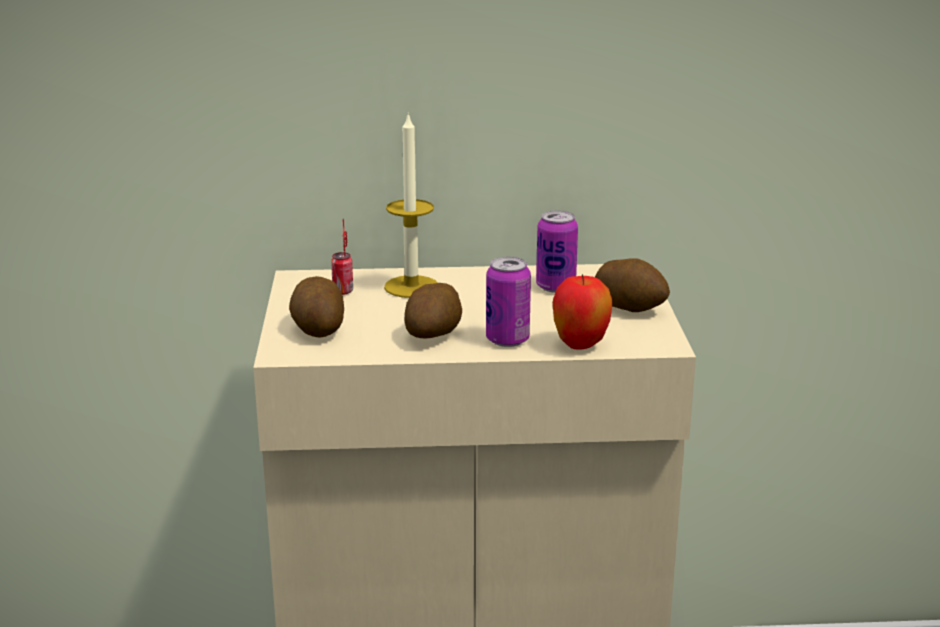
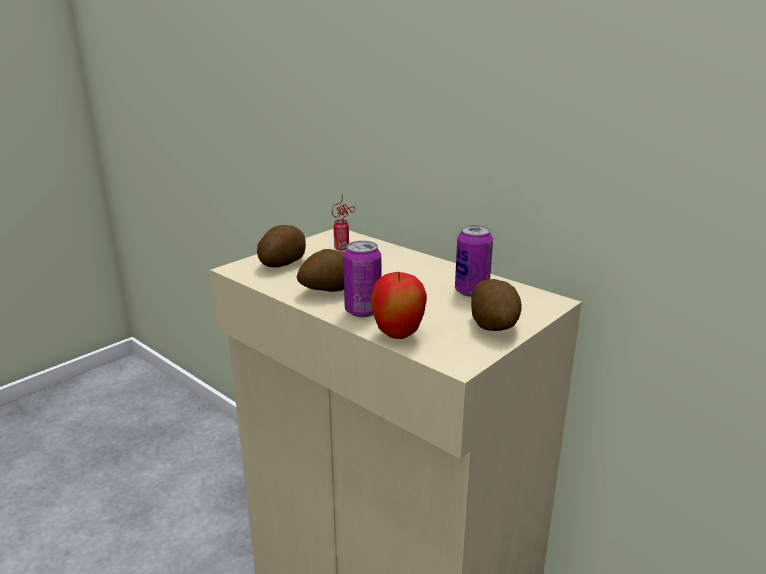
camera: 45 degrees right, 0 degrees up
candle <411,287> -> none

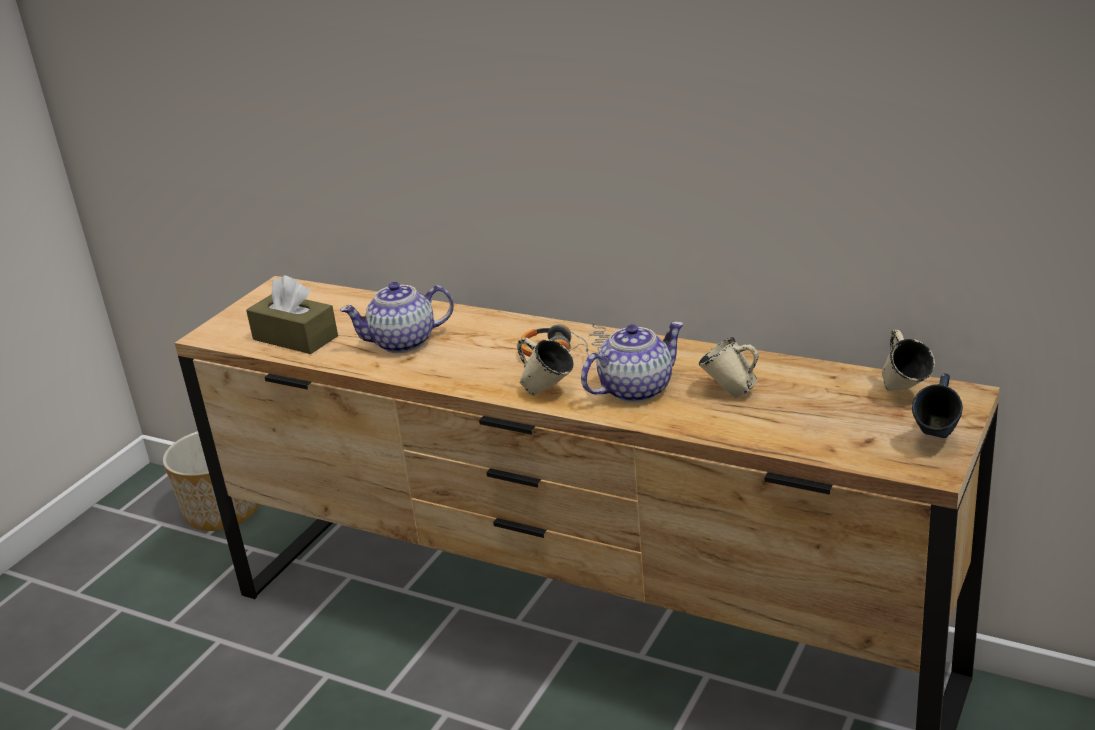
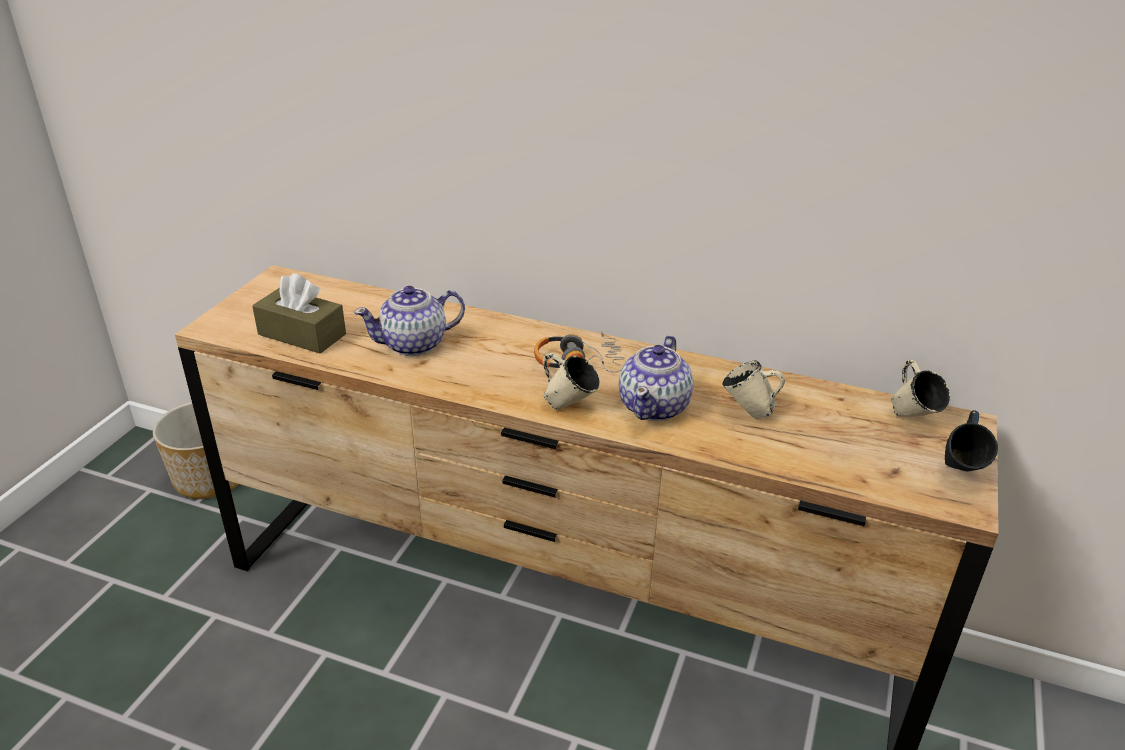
camera: 10 degrees left, 5 degrees up
teapot <634,390> -> teapot <655,406>, 150 degrees clockwise

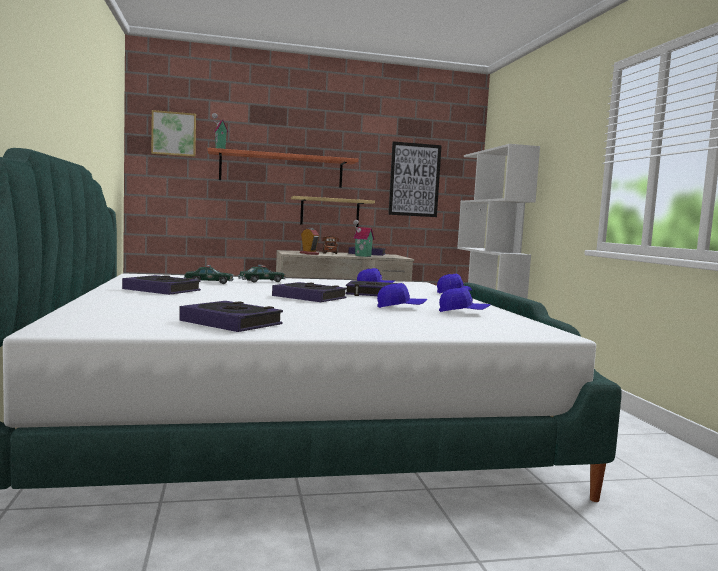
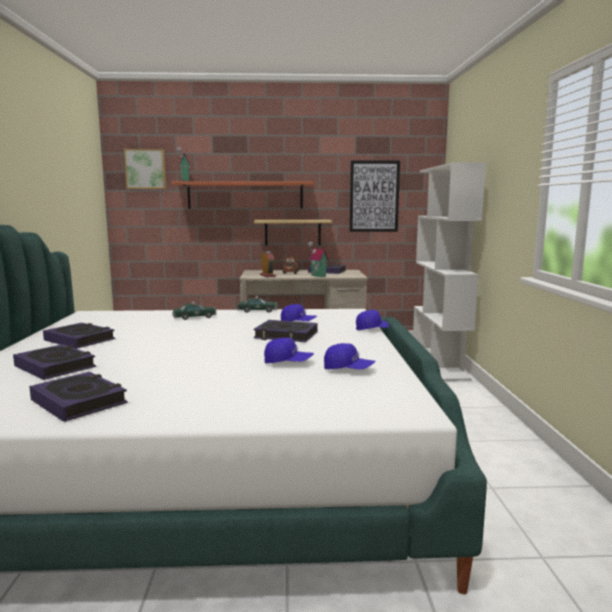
camera: 10 degrees right, 5 degrees up
toy car <209,282> -> toy car <257,311>, shifted
book <309,297> -> book <55,367>, shifted

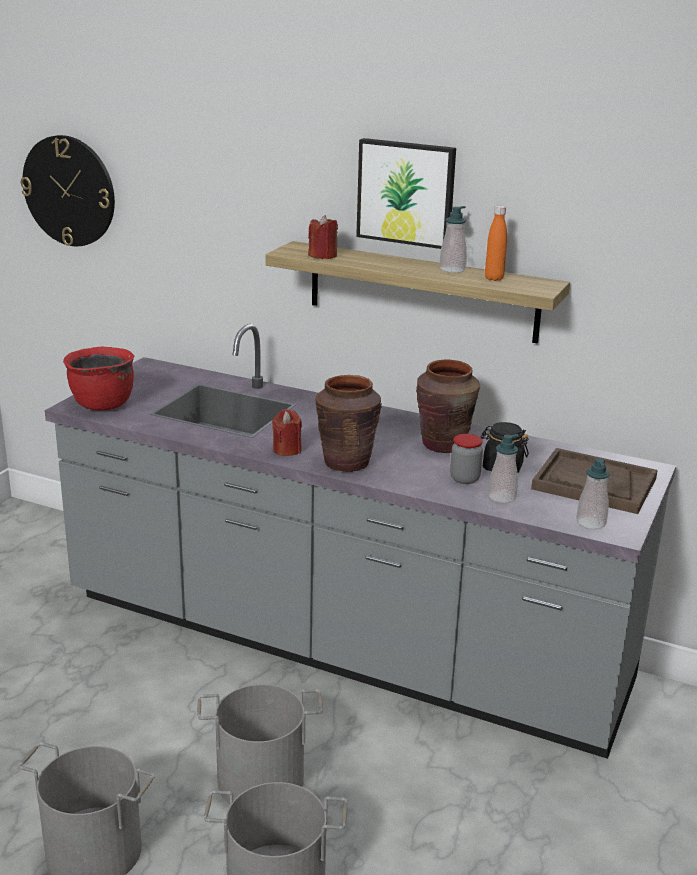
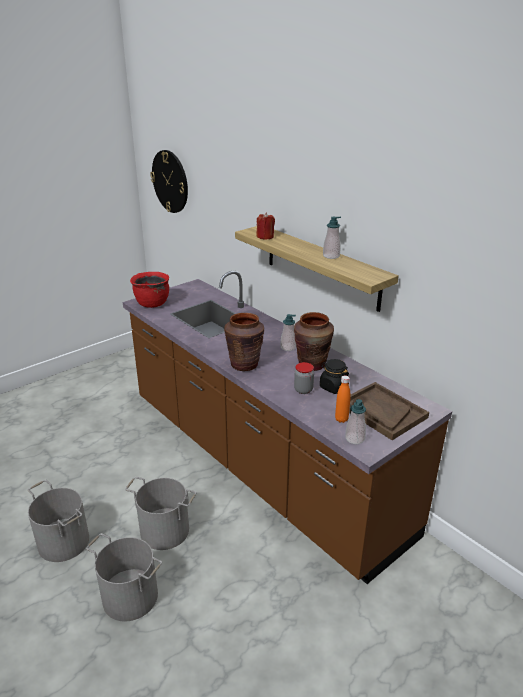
camera: 25 degrees right, 5 degrees up
candle in red <287,450> -> none
picture <406,192> -> none
bottle in orange <494,278> -> bottle in orange <341,419>, shifted
soap dispenser <502,497> -> soap dispenser <288,347>, shifted
counter in grey <342,643> -> counter in brown <260,463>

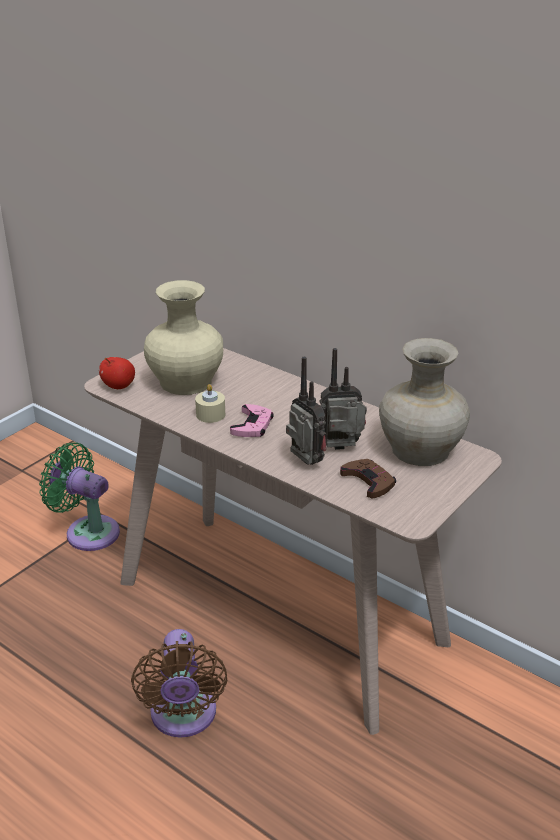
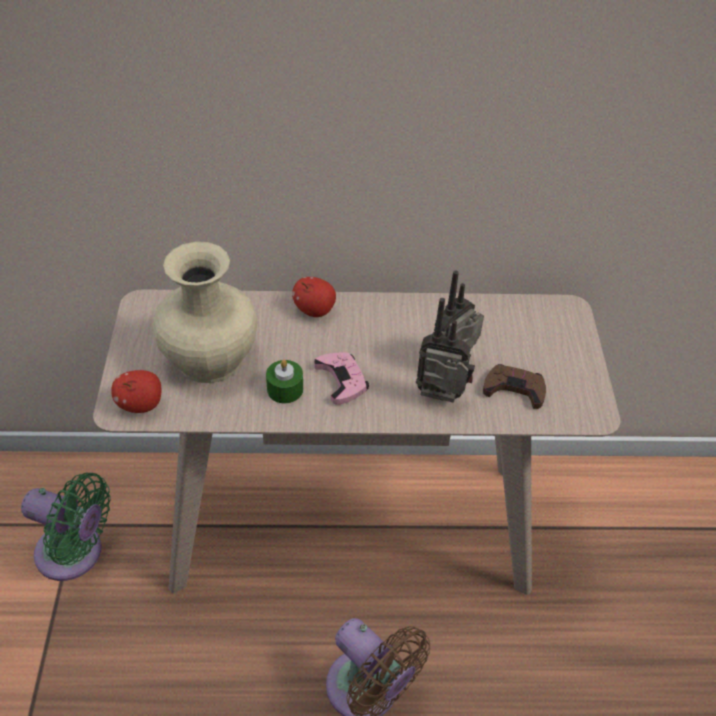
camera: 40 degrees left, 15 degrees up
vase in beige <421,449> -> none
none -> apple <314,310>
candle in beige <210,414> -> candle in green <285,389>
fan in green <88,531> -> fan in green <75,554>, 150 degrees counterclockwise

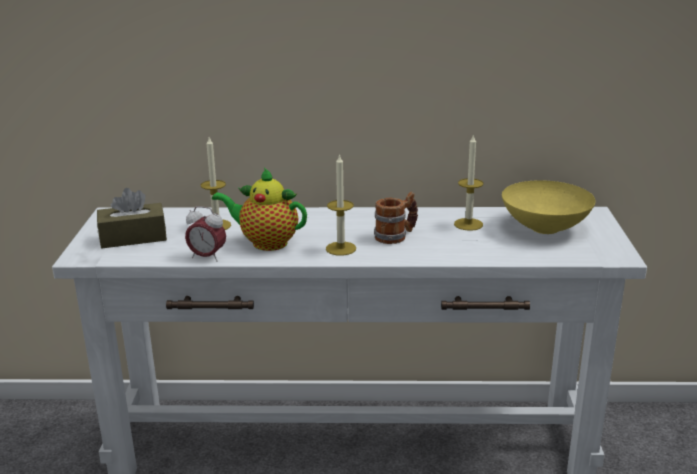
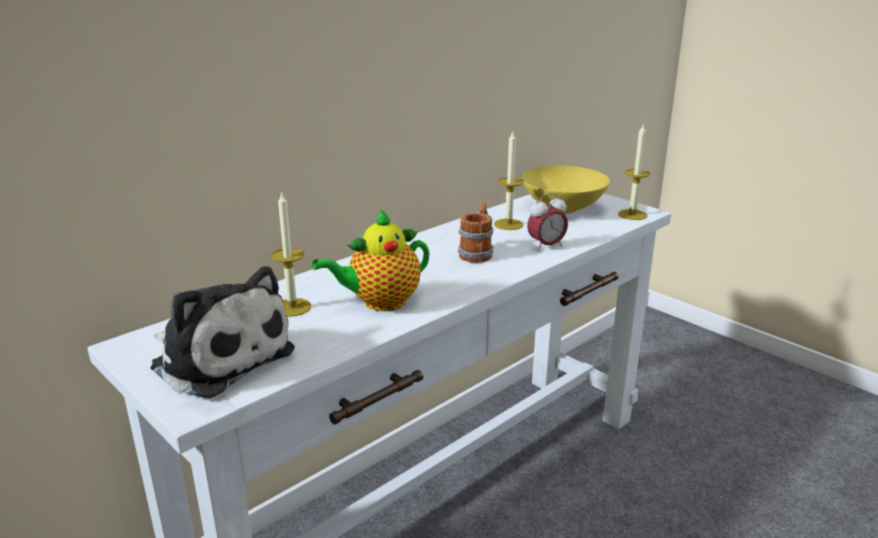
camera: 45 degrees left, 0 degrees up
alarm clock <207,257> -> alarm clock <546,246>, shifted
candle <341,248> -> candle <632,215>, shifted
tissue box in brown <133,237> -> plush toy <219,358>

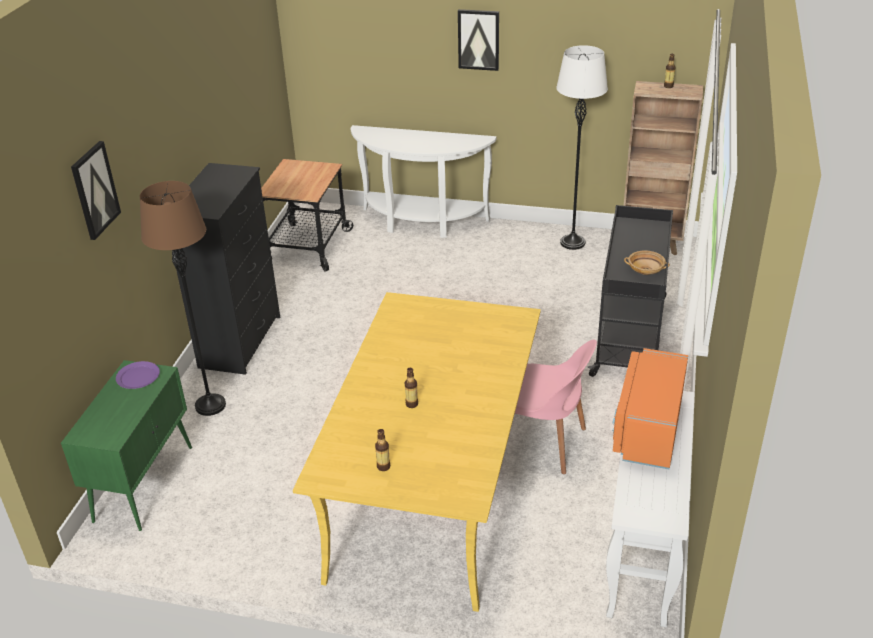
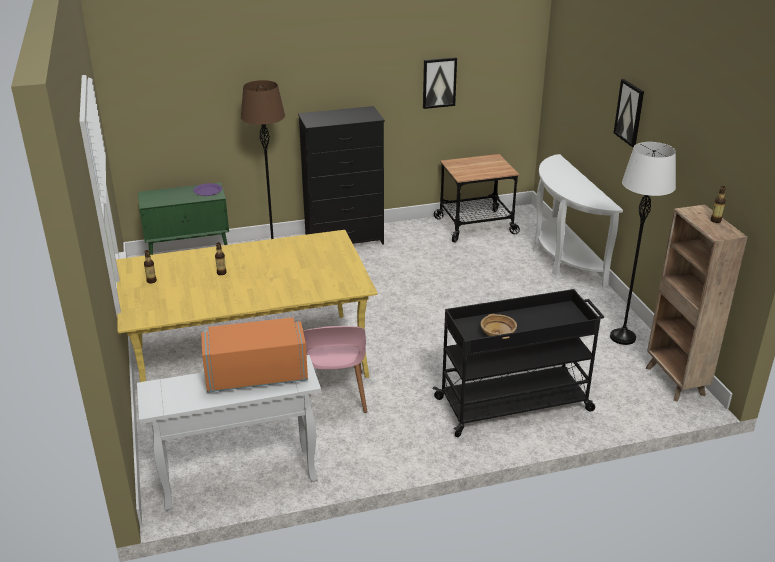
camera: 60 degrees right, 5 degrees down
picture <94,190> -> picture <439,82>, shifted

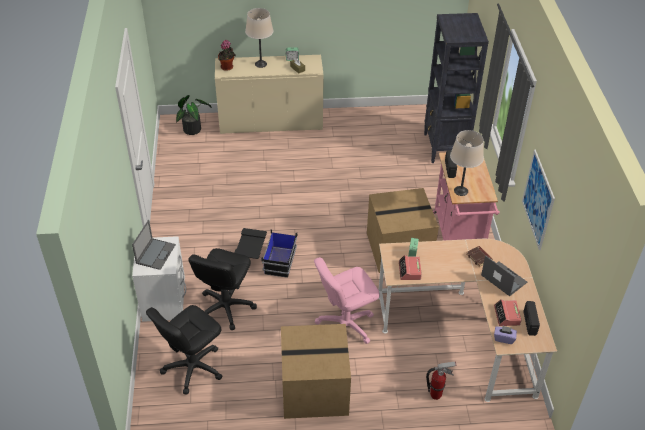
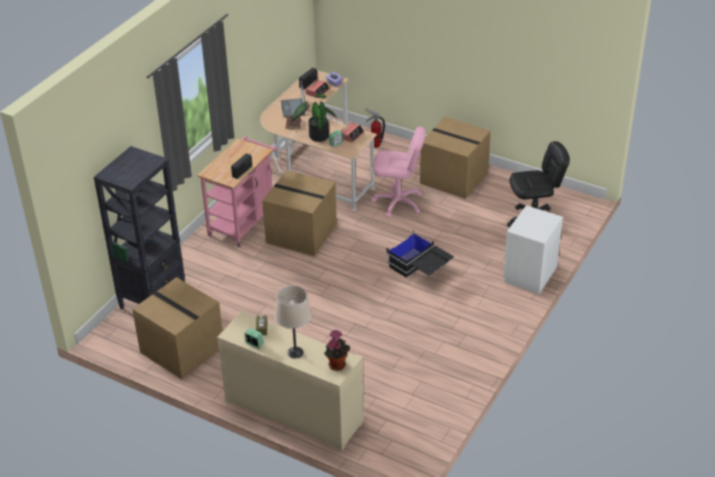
camera: 145 degrees left, 5 degrees down
laptop <156,253> -> none
office chair in black <225,307> -> none
table lamp in beige <461,191> -> none
picture <538,199> -> none
none -> cardboard box <183,349>
potted plant <194,129> -> potted plant <316,135>, shifted

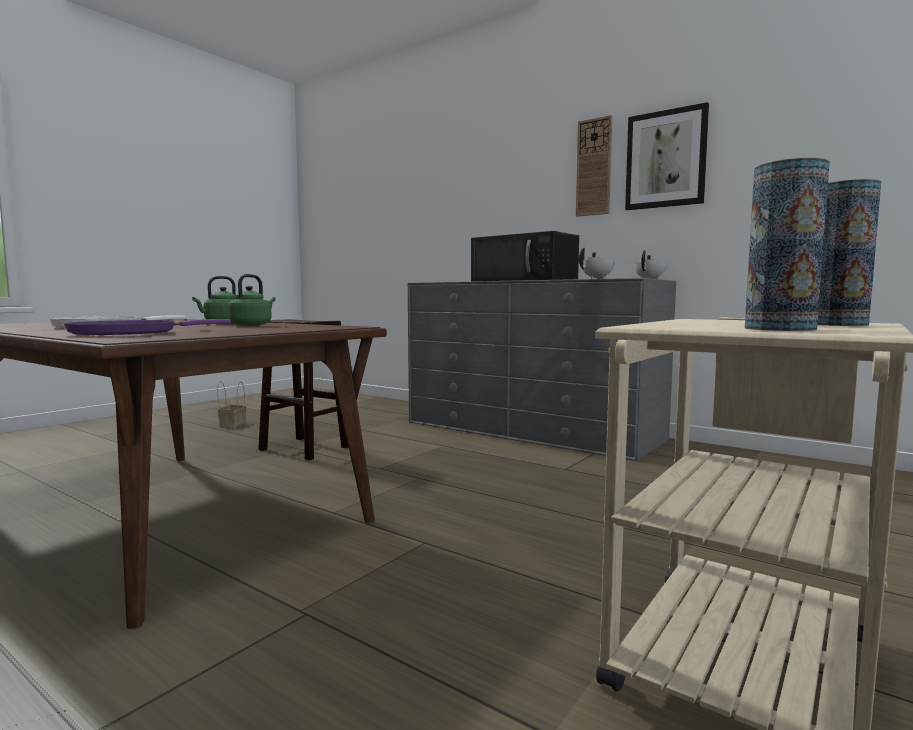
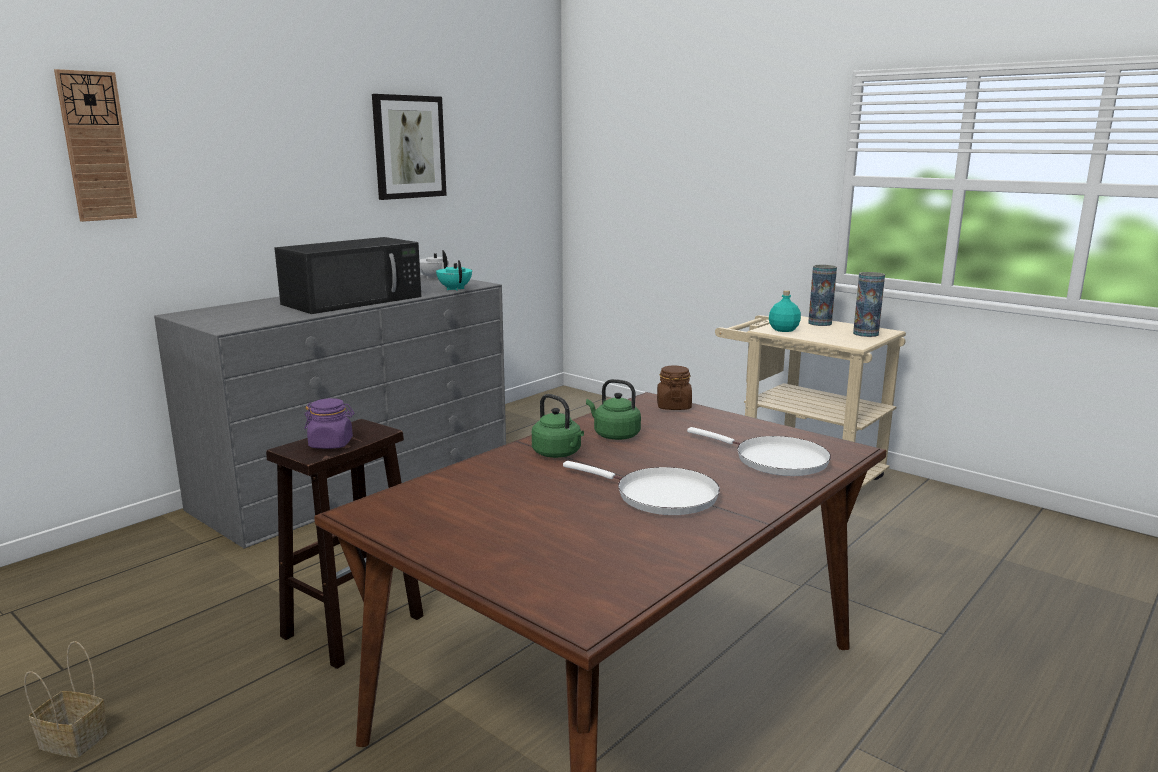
camera: 85 degrees left, 10 degrees up
none -> jar in purple <331,444>
none -> jar in brown <673,406>
none -> bottle in turquoise <783,330>
wall clock <594,167> -> wall clock <96,147>, shifted
frying pan in purple <130,333> -> frying pan in white <775,460>
teapot in white <597,278> -> teapot in turquoise <455,289>

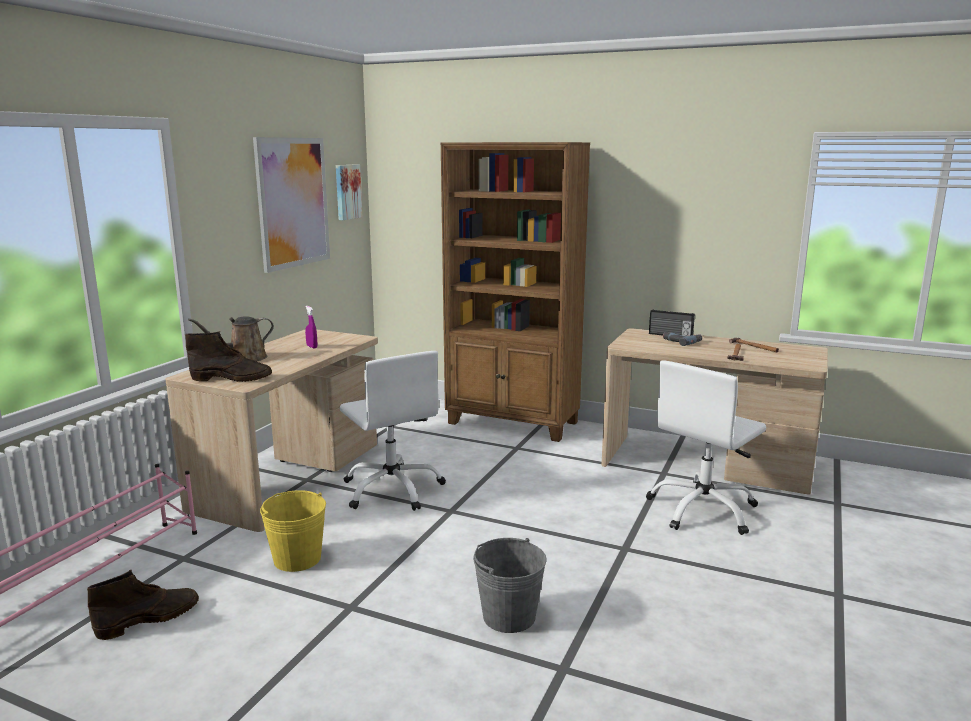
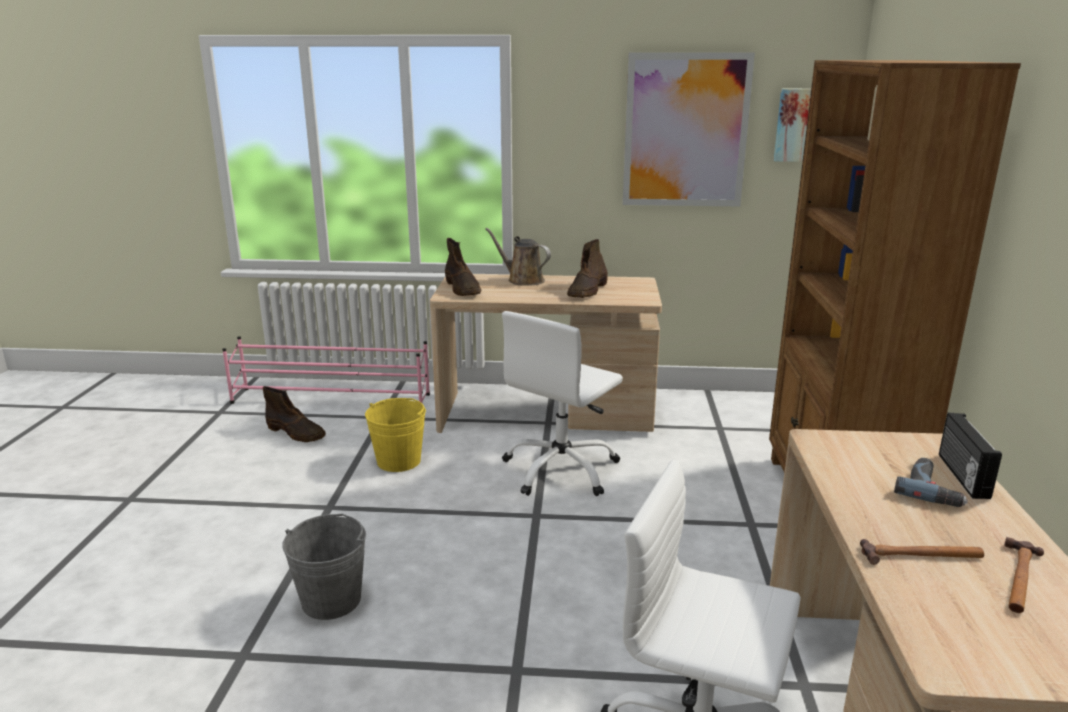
camera: 70 degrees right, 5 degrees up
spray bottle in purple <312,347> -> boot in brown <587,291>

